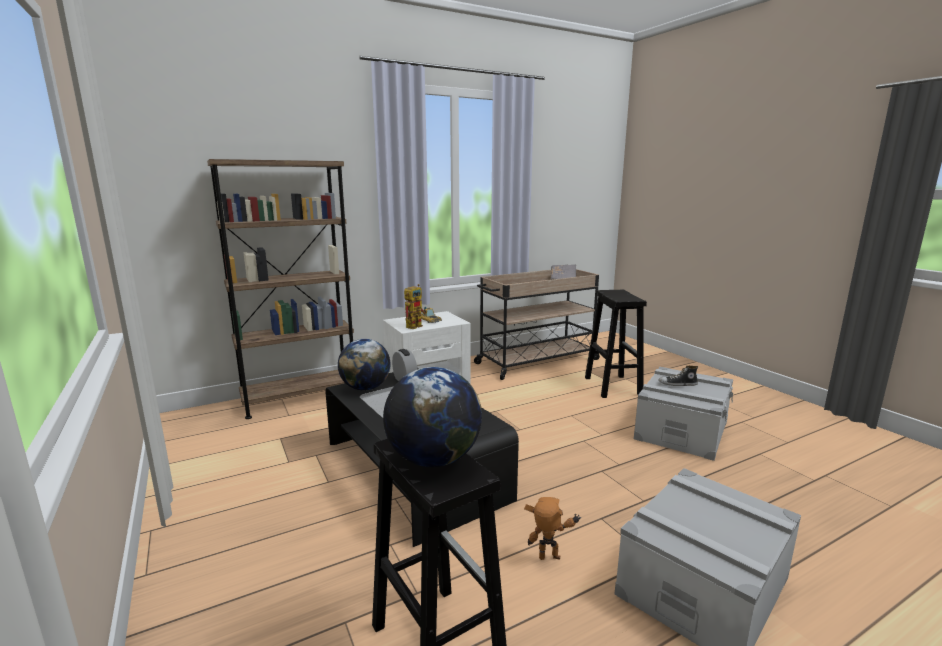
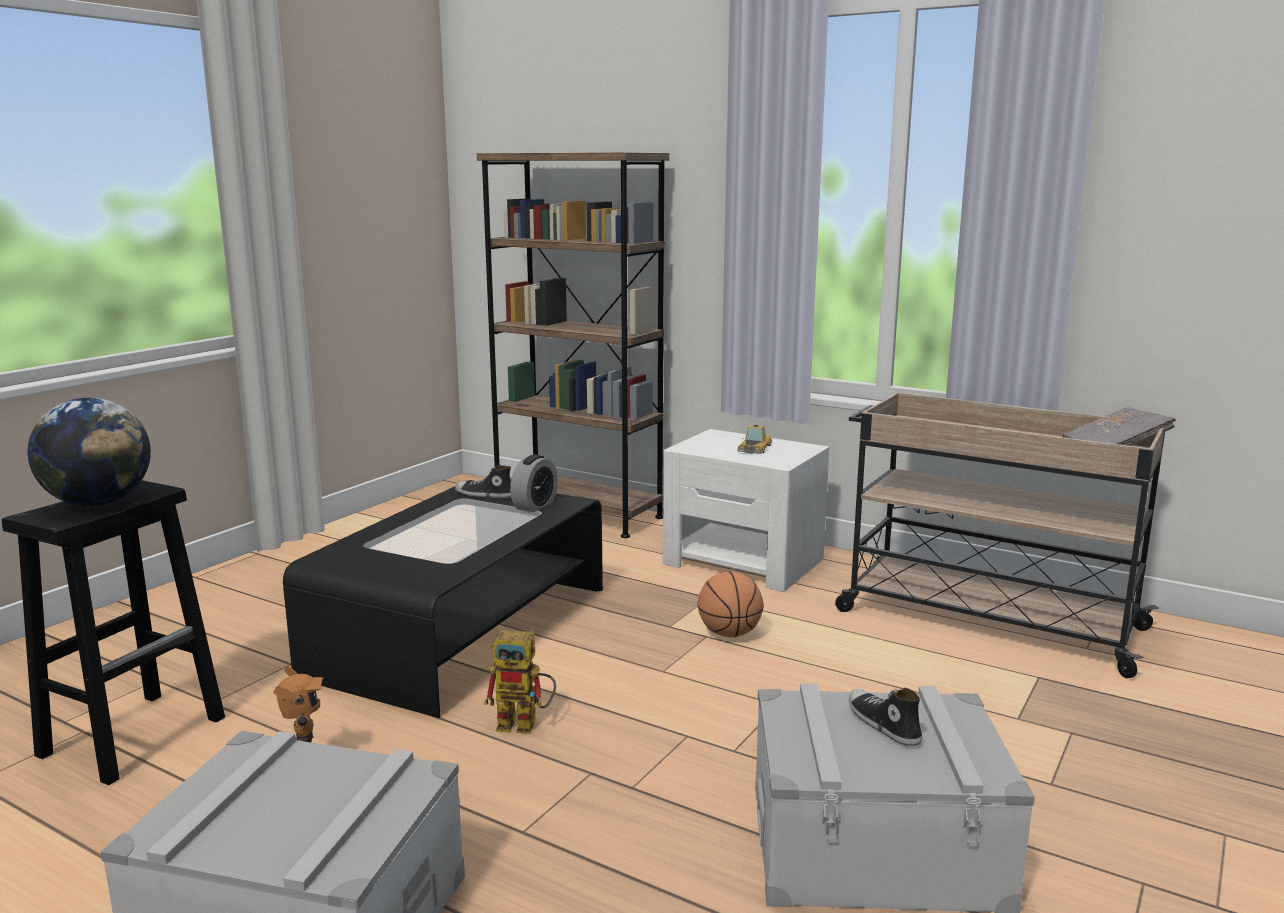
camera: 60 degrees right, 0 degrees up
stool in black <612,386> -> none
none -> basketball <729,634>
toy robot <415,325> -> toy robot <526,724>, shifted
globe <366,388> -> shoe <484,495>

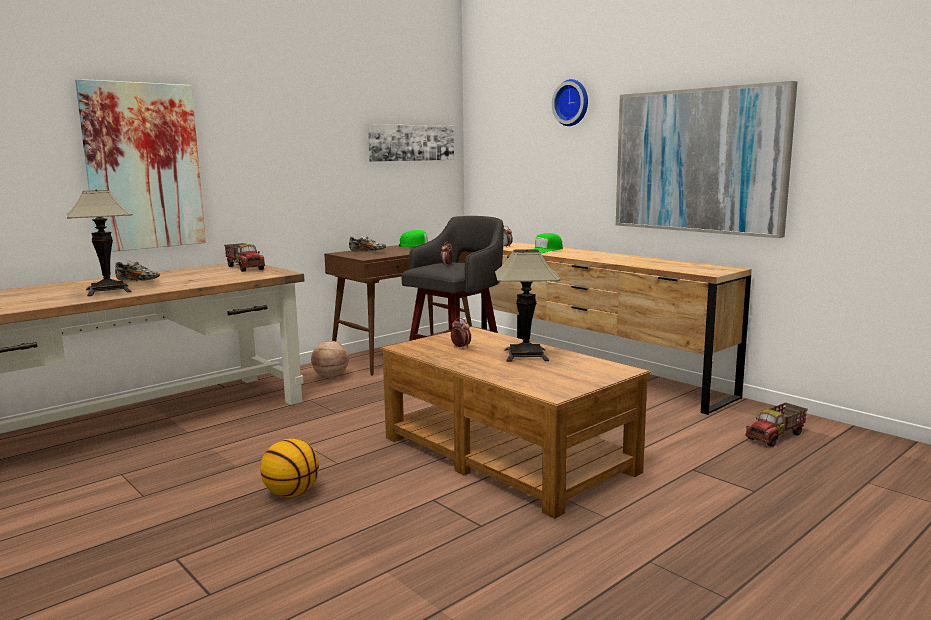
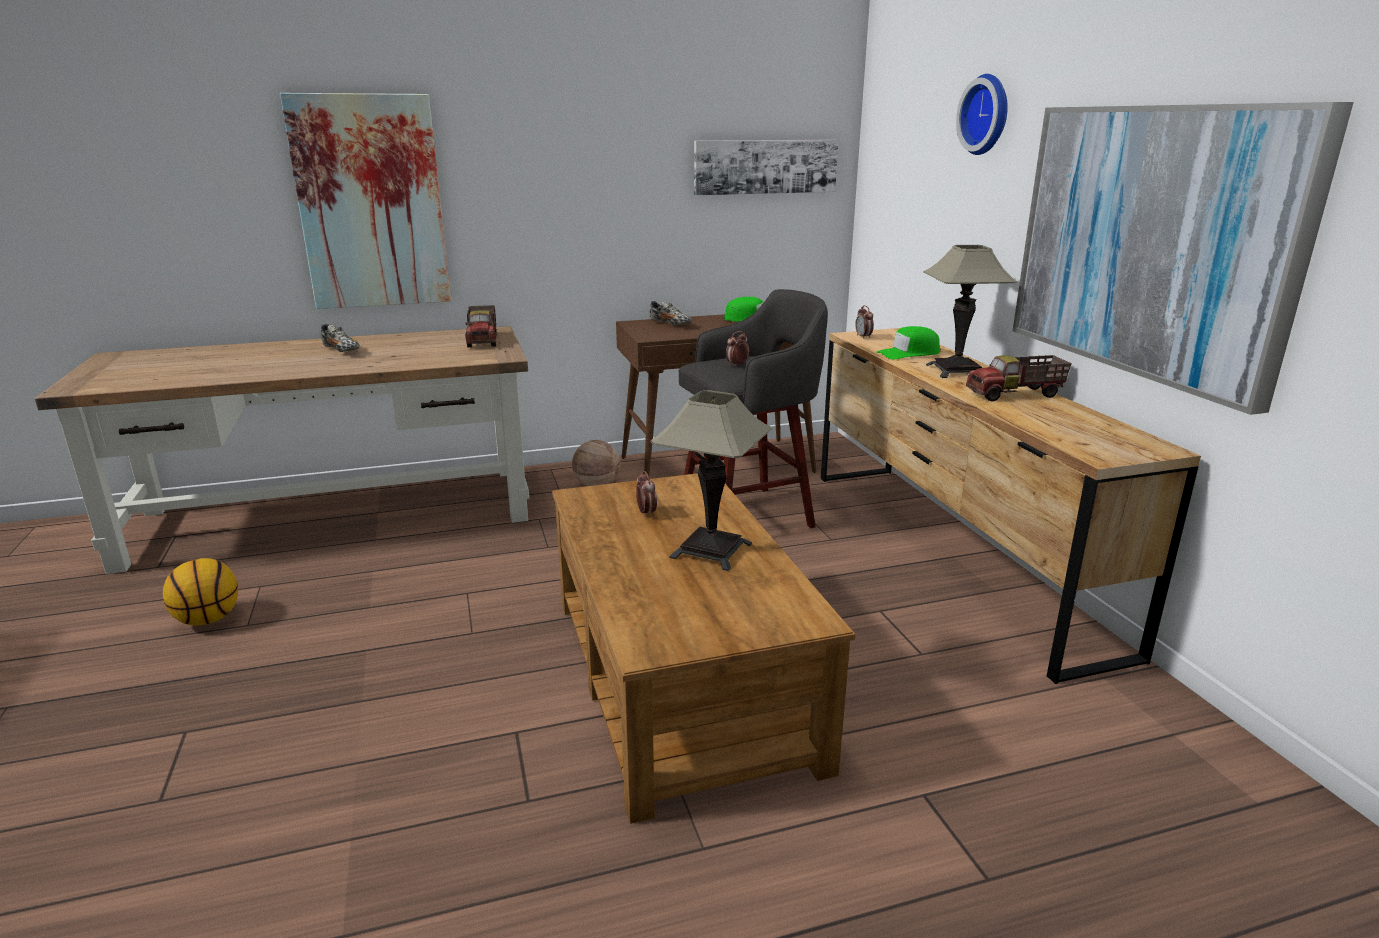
camera: 25 degrees right, 10 degrees up
table lamp <108,291> -> table lamp <957,371>, shifted
basketball <291,493> -> basketball <208,619>, shifted
toy truck <776,436> -> toy truck <1015,395>, shifted

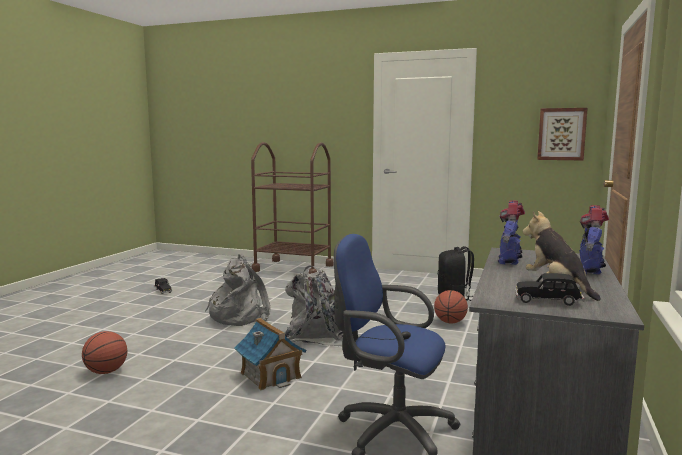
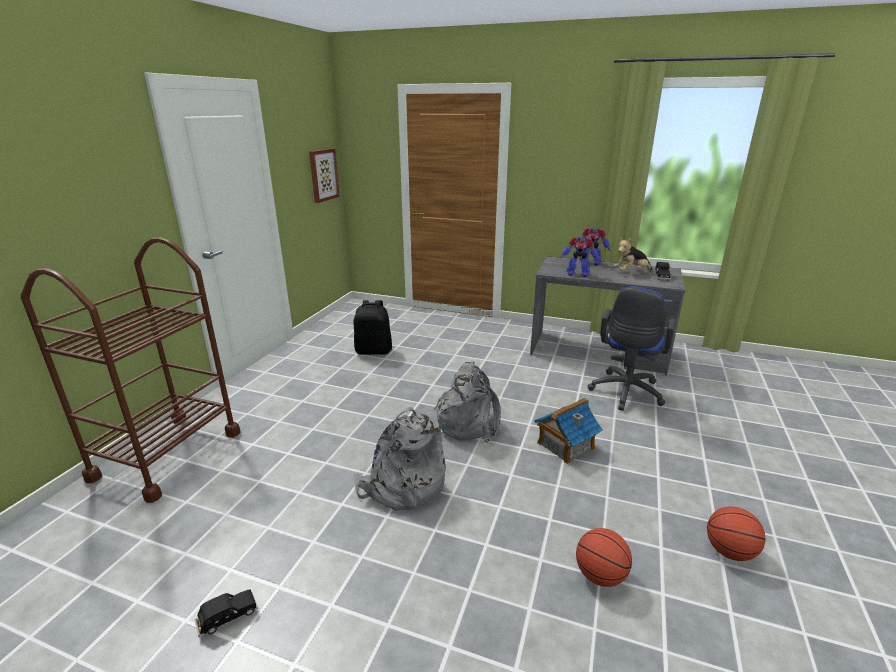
camera: 90 degrees left, 15 degrees up
basketball <450,322> -> basketball <729,551>, shifted

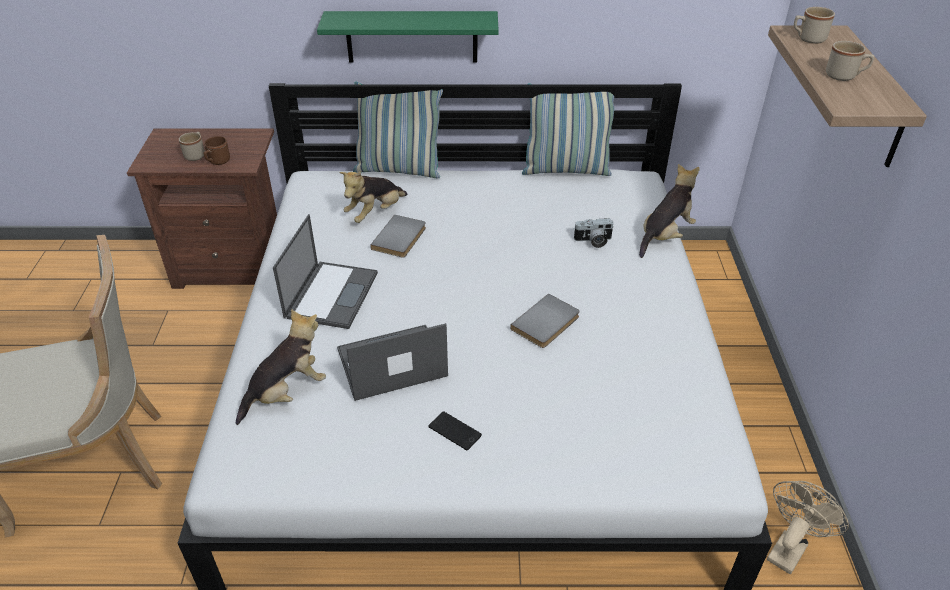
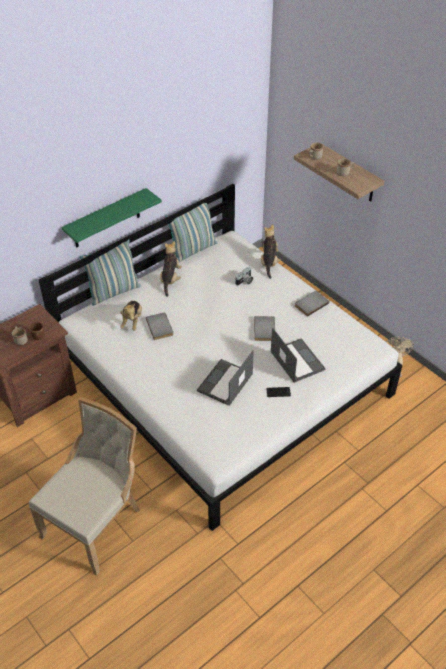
camera: 40 degrees left, 5 degrees up
none -> book in grey <310,304>
plush toy <287,392> -> plush toy <170,279>, shifted
laptop <331,294> -> laptop <296,360>, shifted

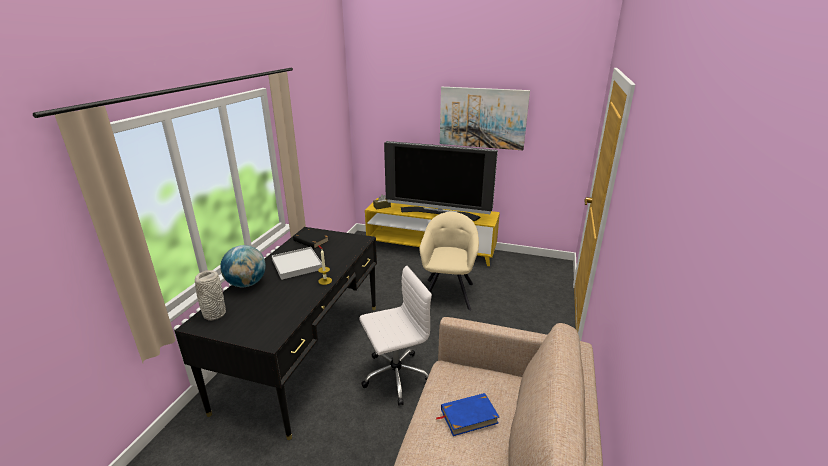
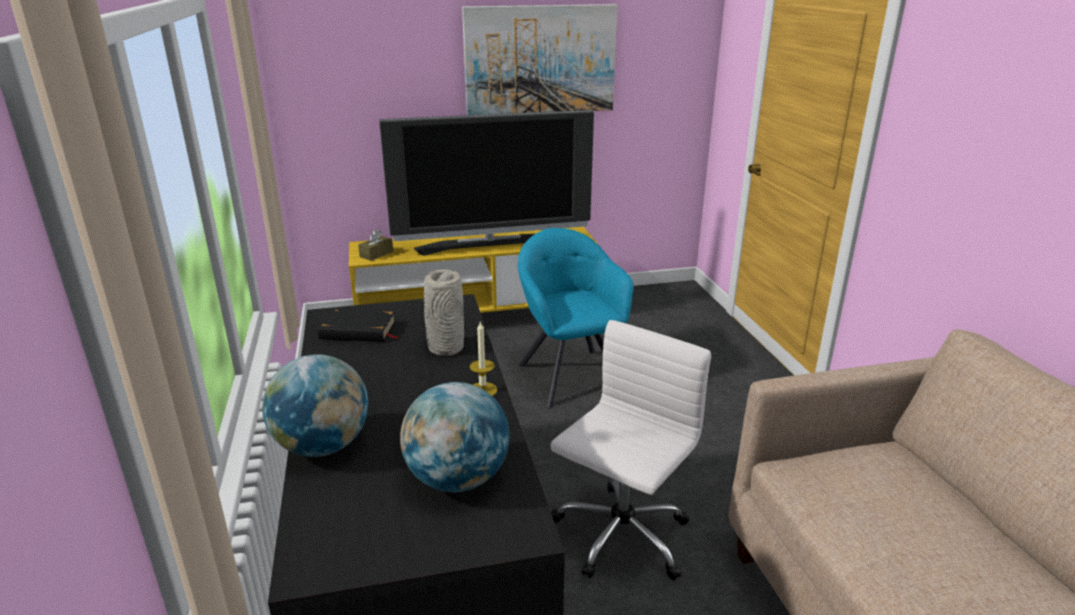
camera: 30 degrees left, 0 degrees up
tray in white <297,265> -> none
book in blue <468,416> -> none
none -> globe <457,479>
vase in grey <214,314> -> vase in grey <445,348>, shifted
armchair in beige <448,292> -> armchair in turquoise <570,374>

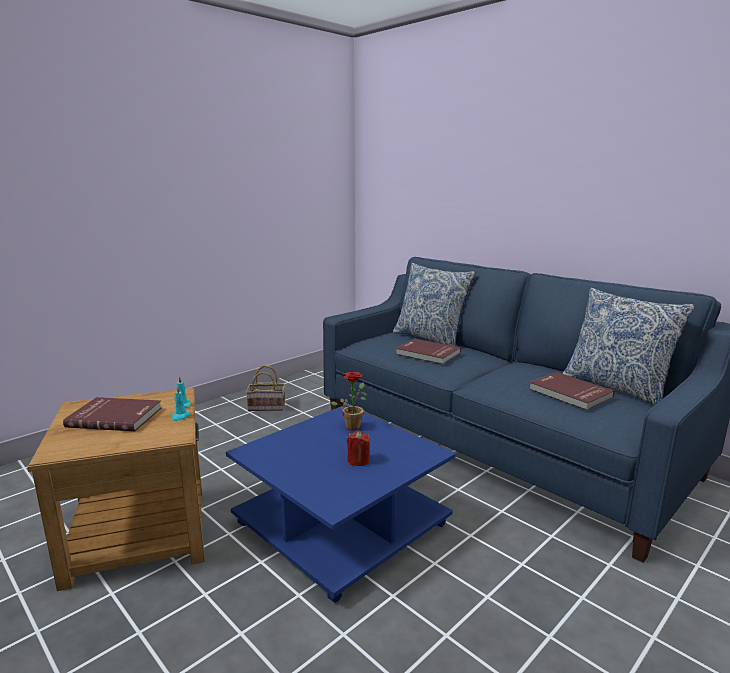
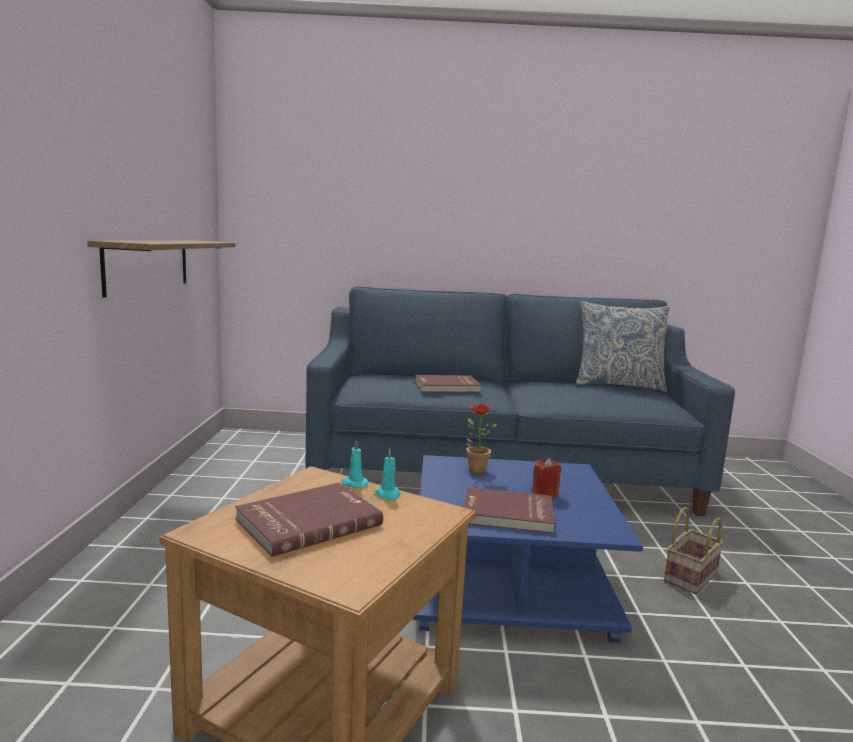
camera: 45 degrees left, 5 degrees down
pillow <430,338> -> none
none -> shelf <148,265>
basket <268,406> -> basket <690,576>, shifted
book in red <569,393> -> book in red <507,514>, shifted

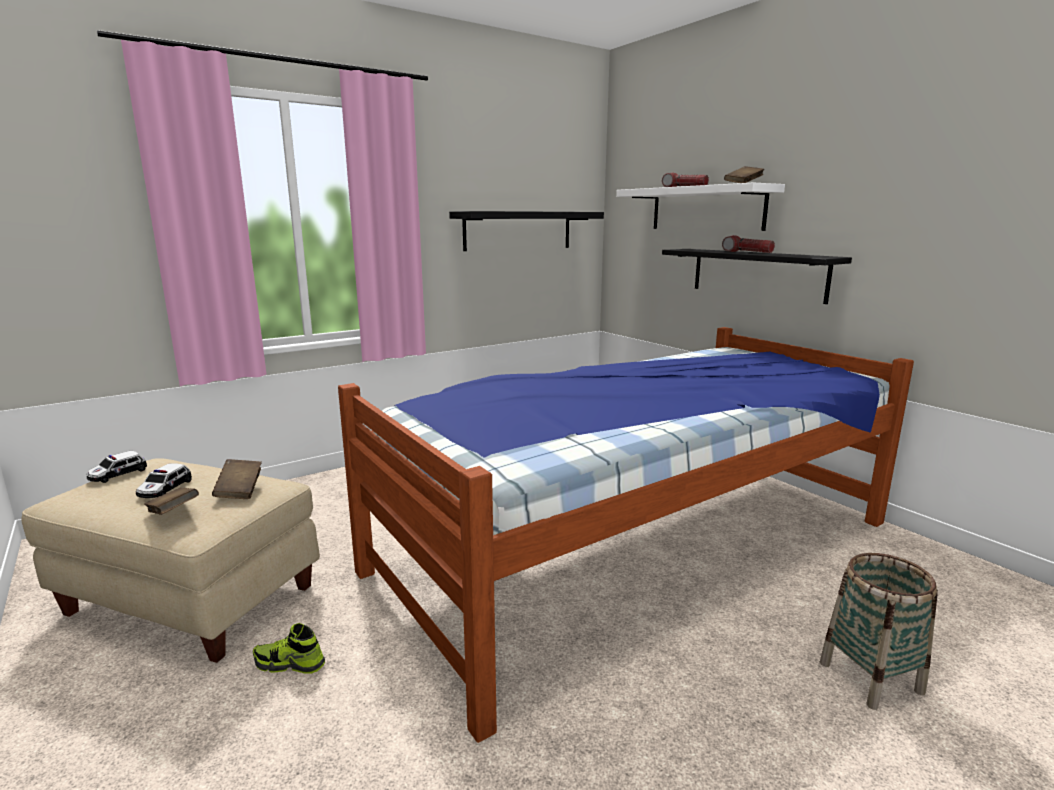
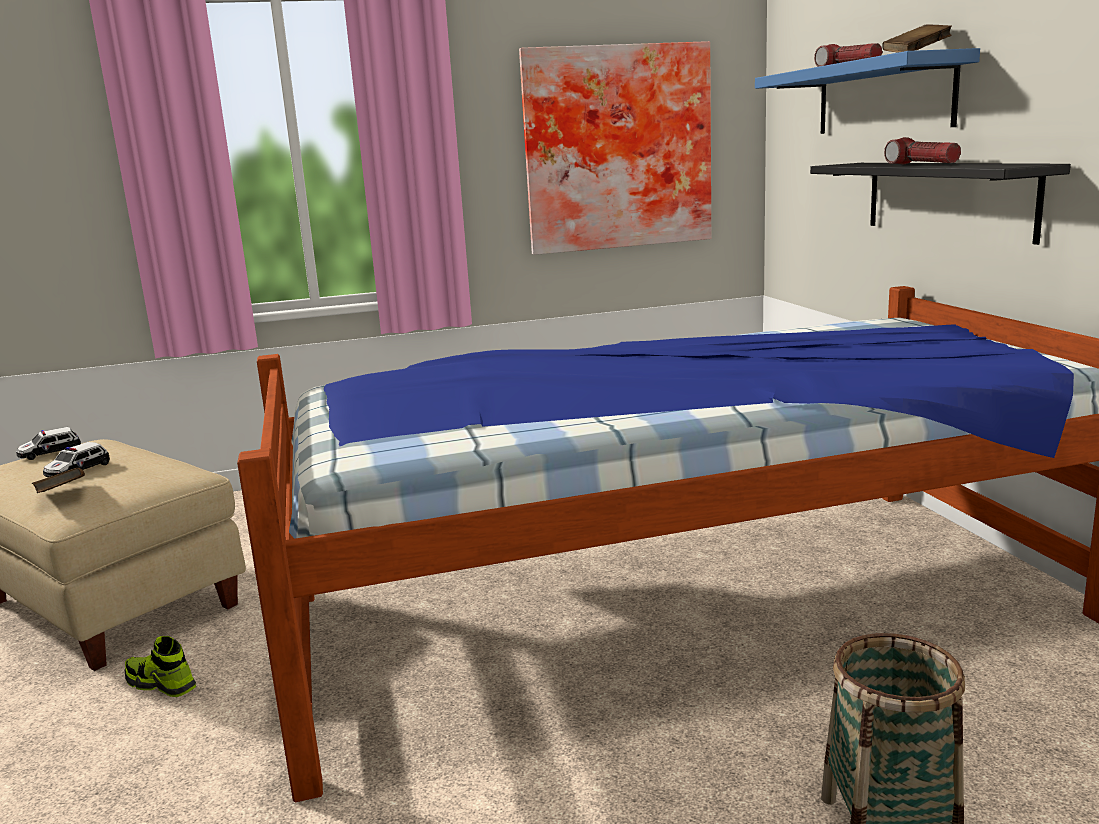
camera: 20 degrees right, 0 degrees up
book in brown <240,491> -> none
shelf in black <518,230> -> picture <616,148>
shelf in white <706,208> -> shelf in blue <883,97>

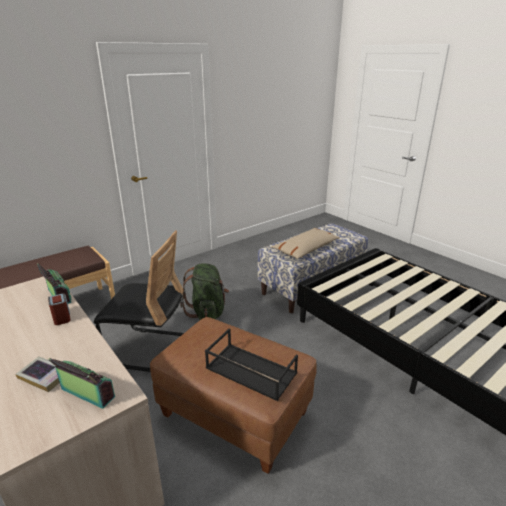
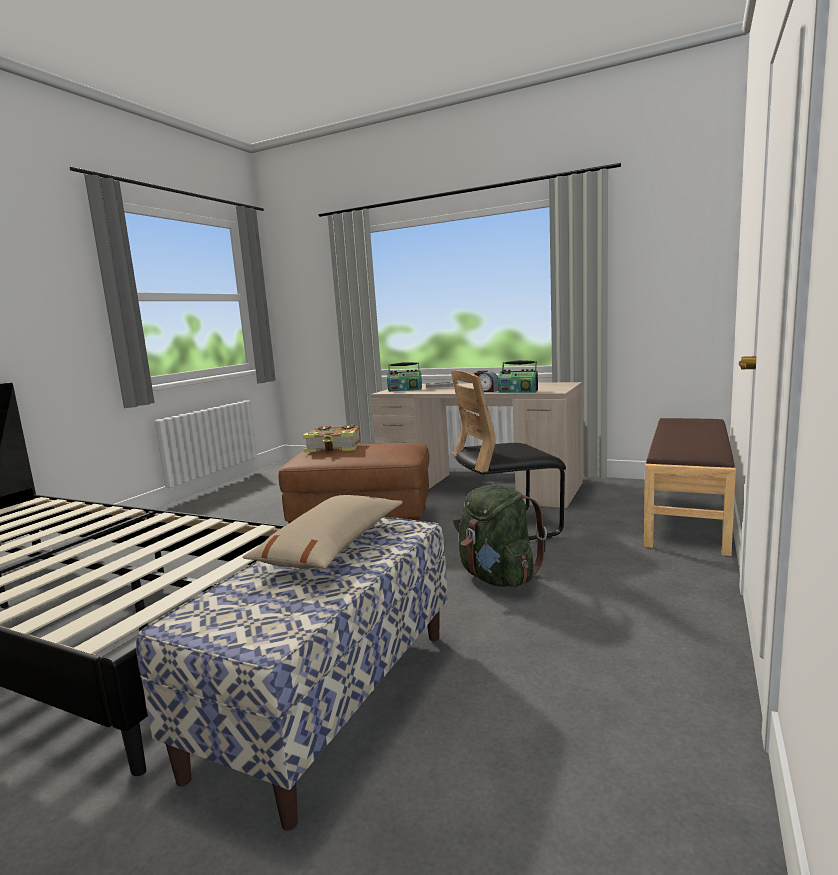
camera: 155 degrees right, 15 degrees down
tray in black <249,371> -> book <334,448>

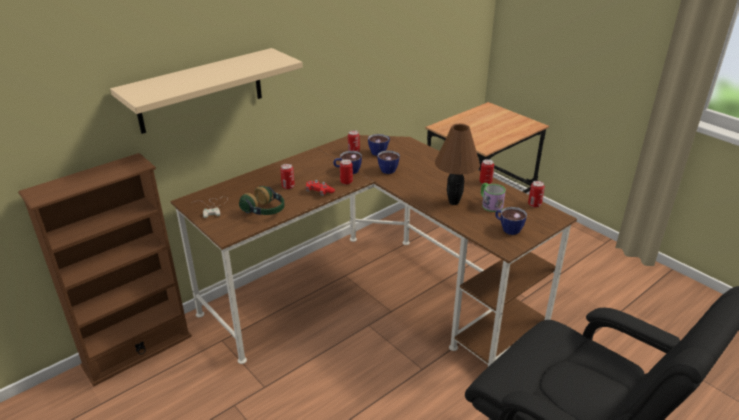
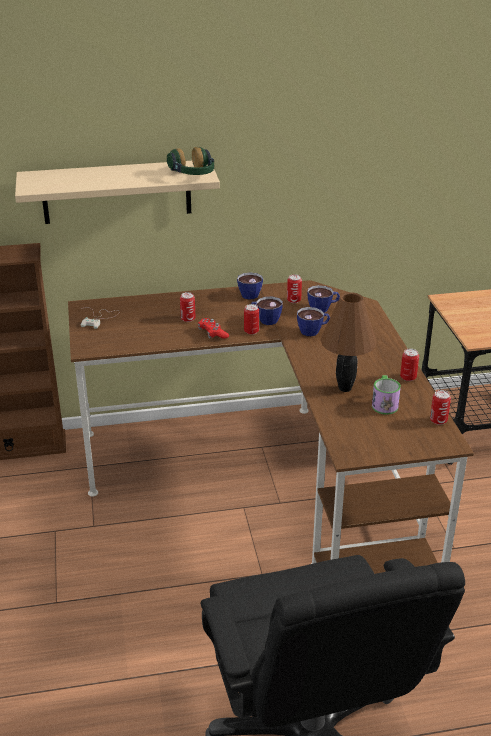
camera: 30 degrees right, 0 degrees up
headphones <265,211> -> headphones <193,174>, shifted
cup <507,228> -> cup <248,293>, shifted

